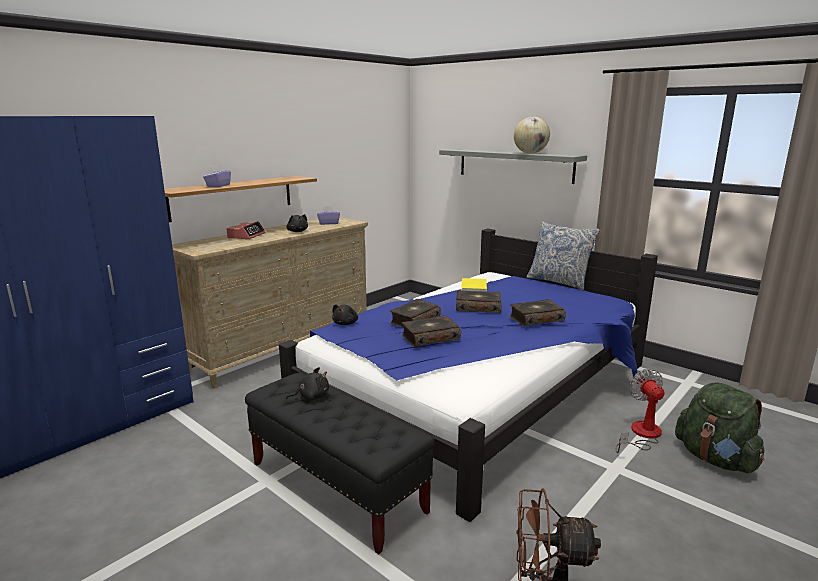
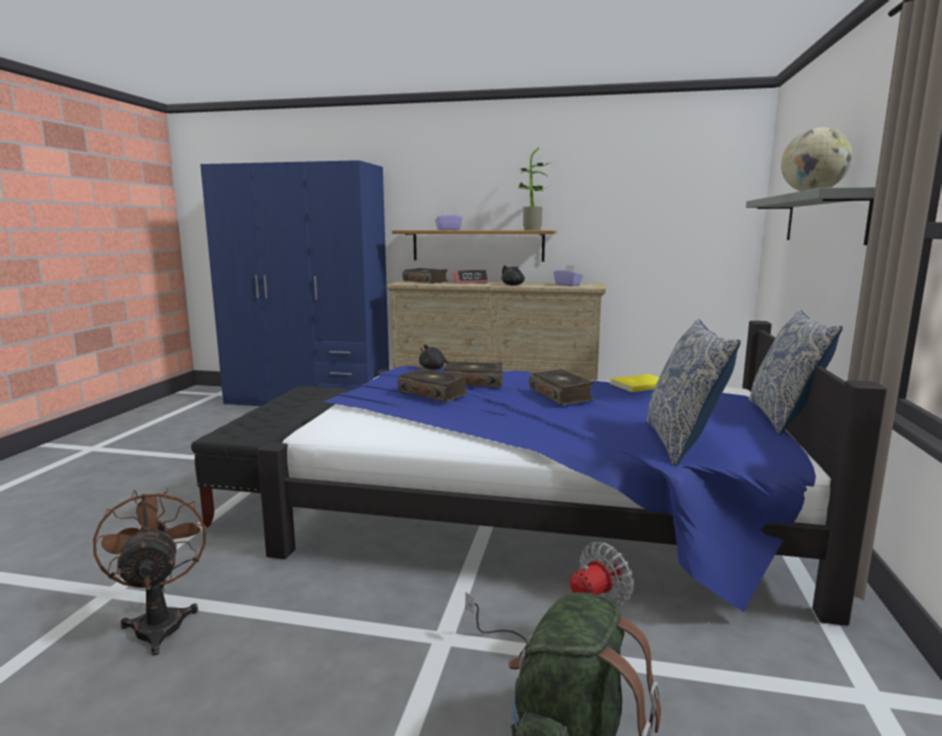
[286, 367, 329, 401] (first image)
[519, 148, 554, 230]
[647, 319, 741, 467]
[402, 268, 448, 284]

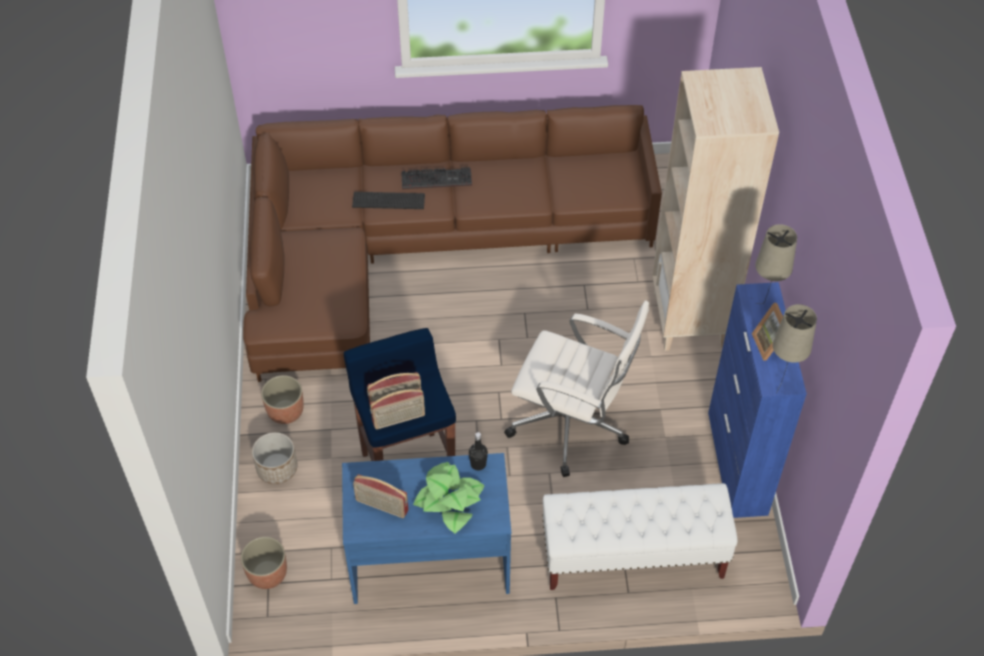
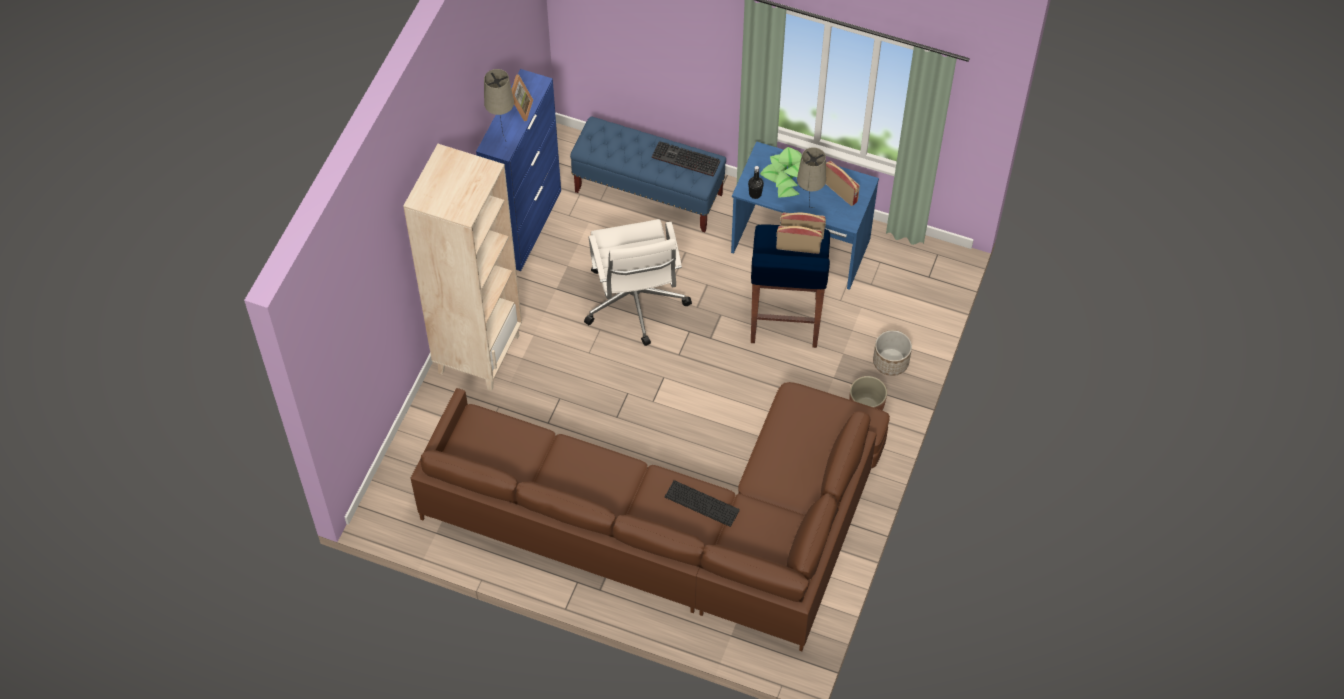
[241, 537, 287, 589] (first image)
[652, 141, 720, 177]
[797, 147, 826, 208]
[570, 117, 726, 232]
[584, 219, 692, 346]

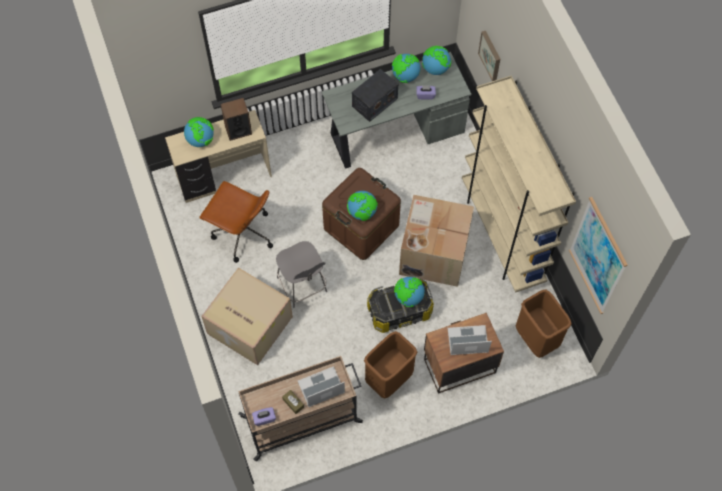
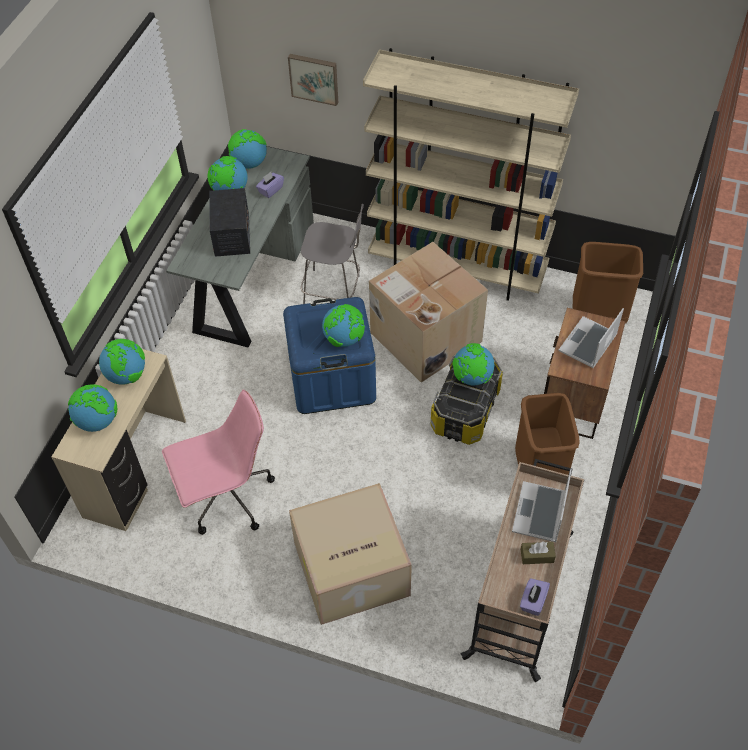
[569, 197, 628, 314] (first image)
[301, 204, 364, 304]
[99, 339, 145, 385]
[162, 389, 275, 535]
[283, 297, 376, 414]

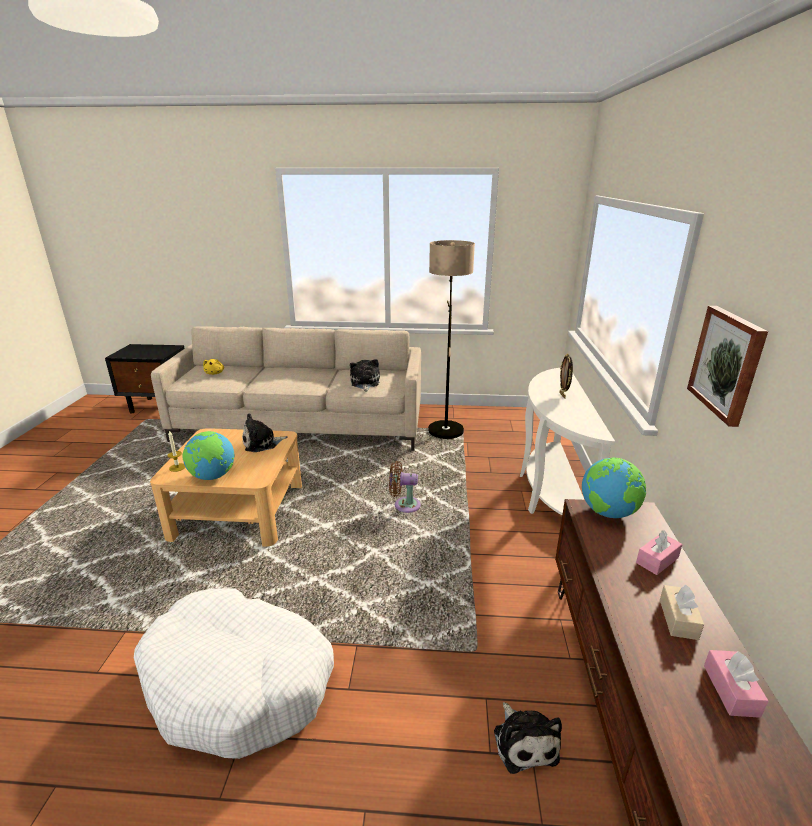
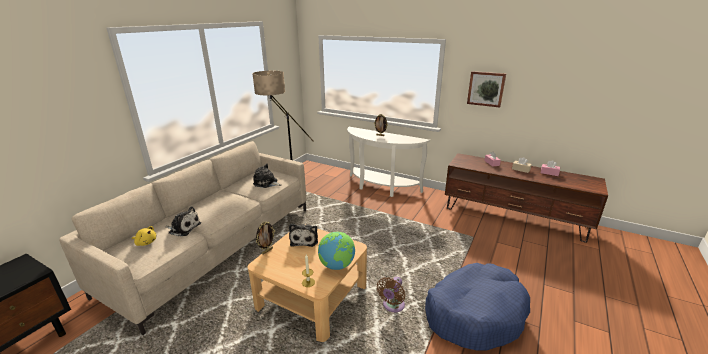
[582, 457, 646, 518] (first image)
[256, 222, 275, 255]
[377, 277, 405, 312]
[166, 206, 201, 236]
[425, 263, 530, 351]

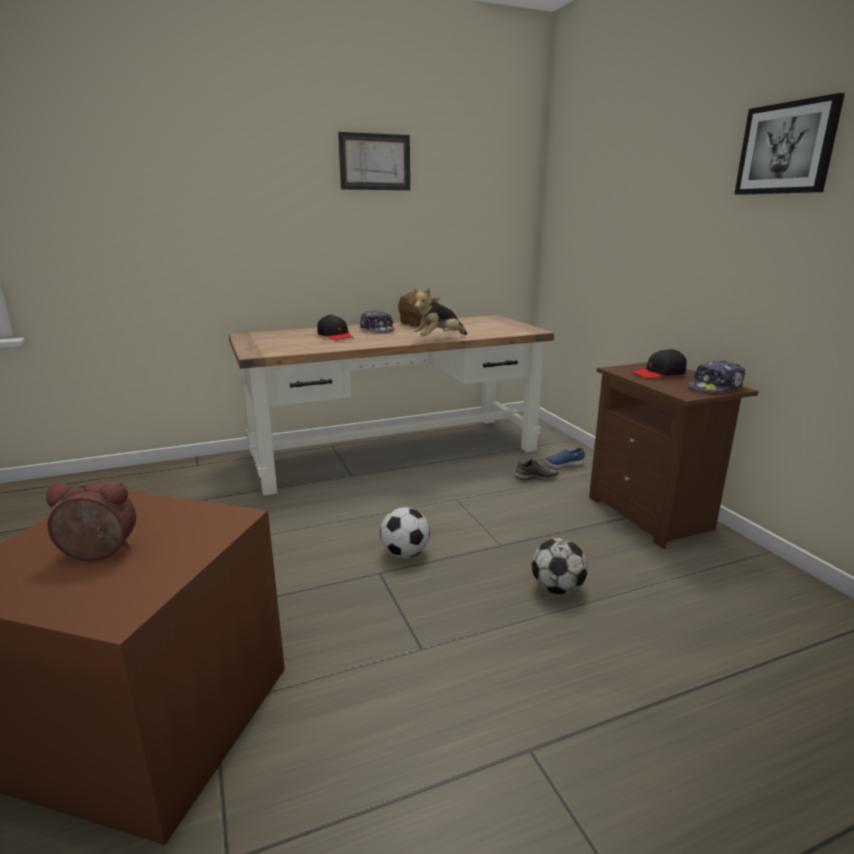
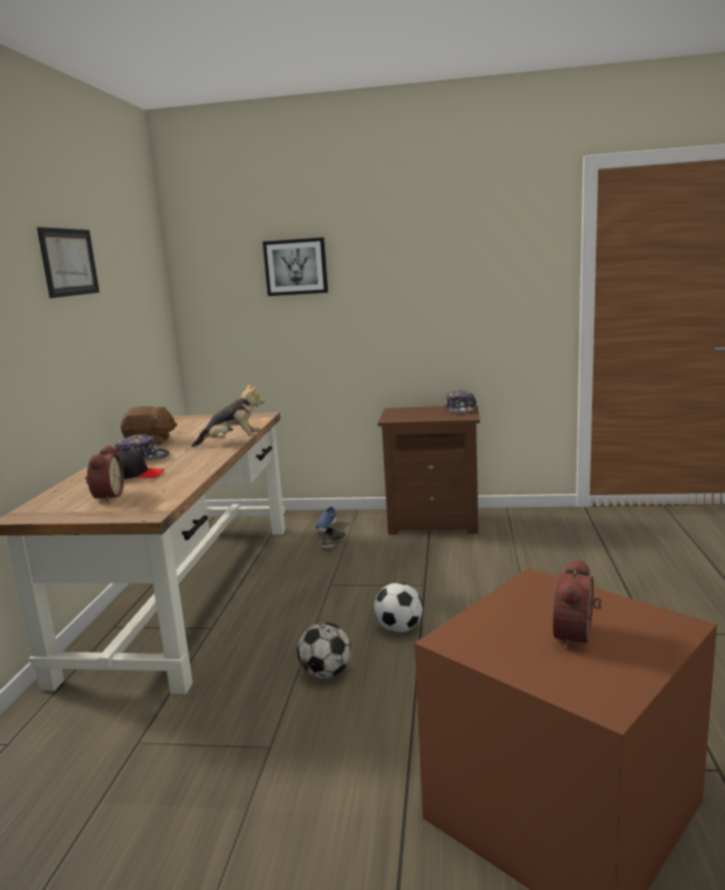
[632, 349, 687, 379] (first image)
[86, 445, 124, 503]
[297, 622, 351, 679]
[263, 237, 328, 296]
[192, 383, 265, 447]

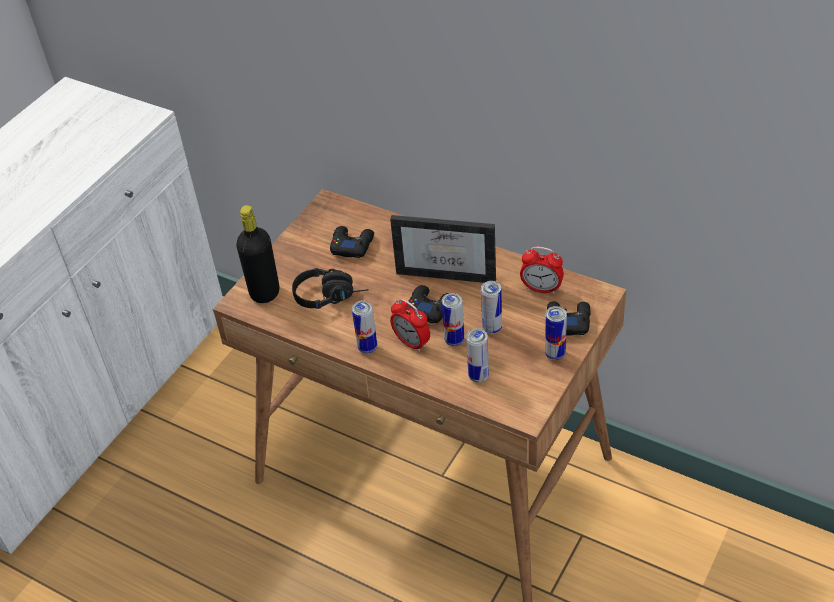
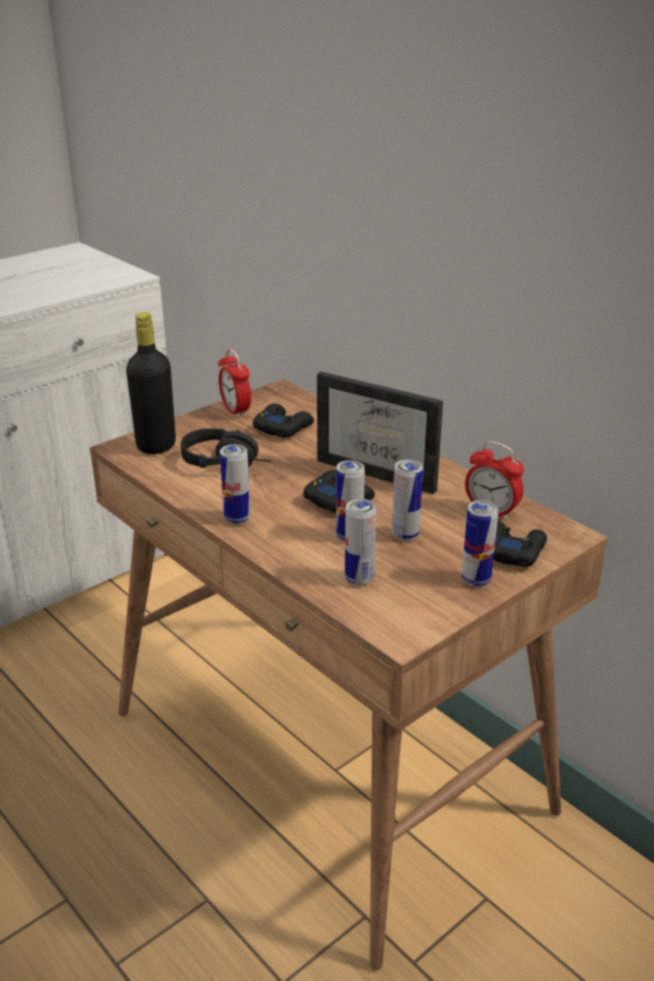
[218, 349, 251, 418]

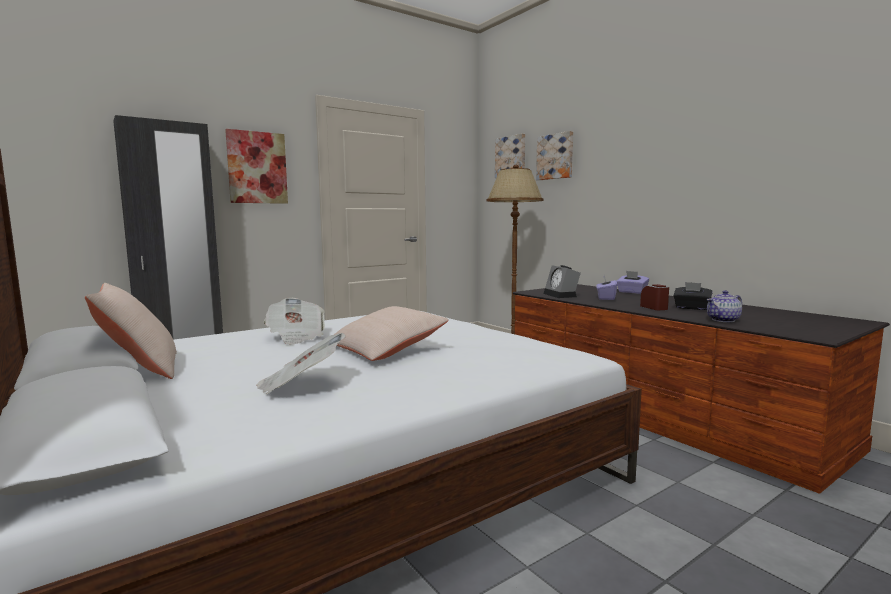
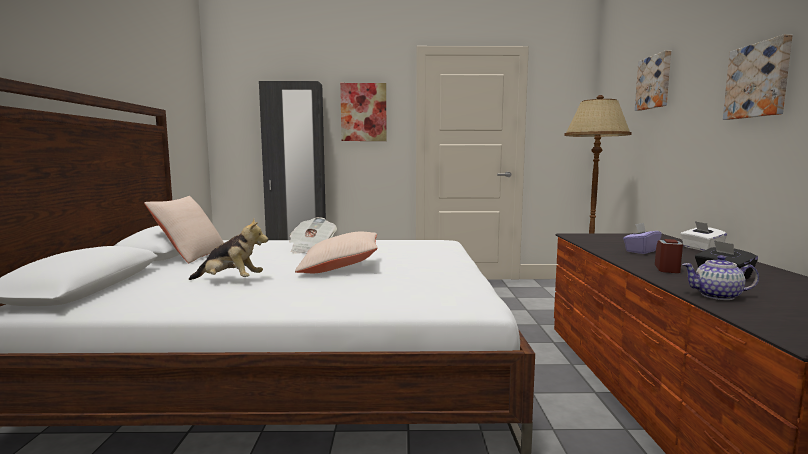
[544, 265, 581, 298] (first image)
[723, 34, 793, 120]
[189, 219, 268, 280]
[680, 221, 727, 251]

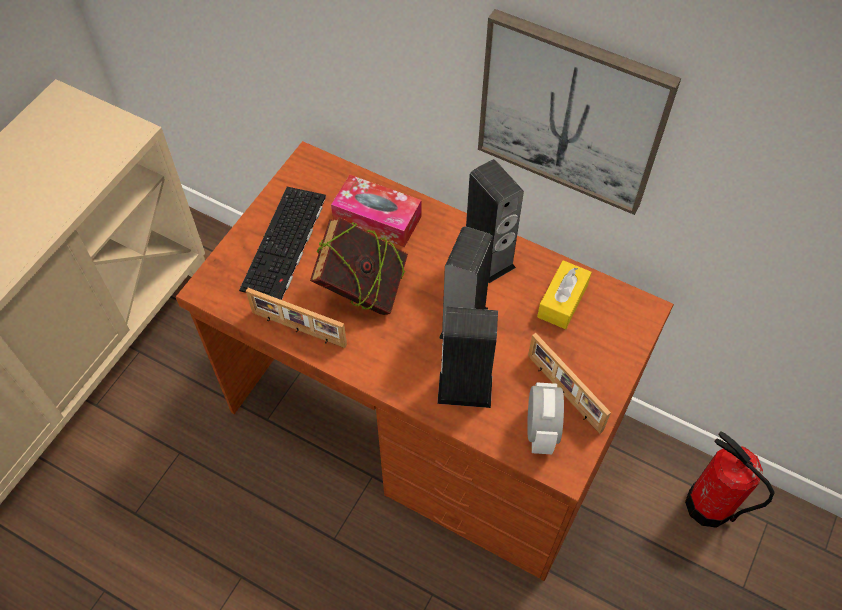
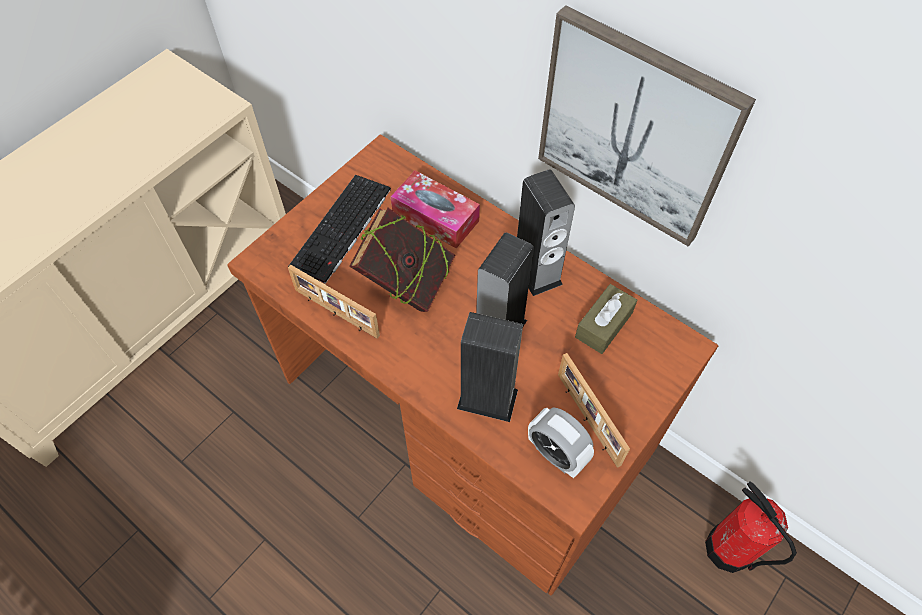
[575, 284, 637, 354]
[528, 408, 594, 478]

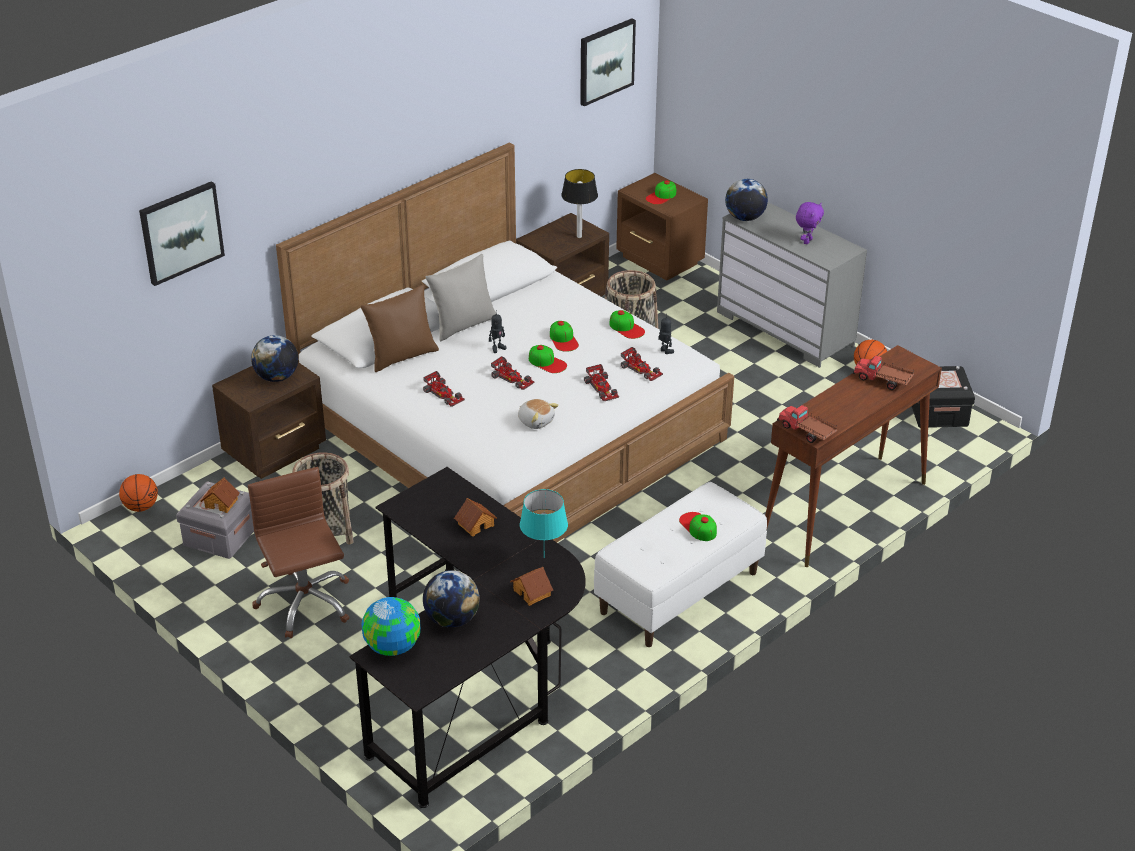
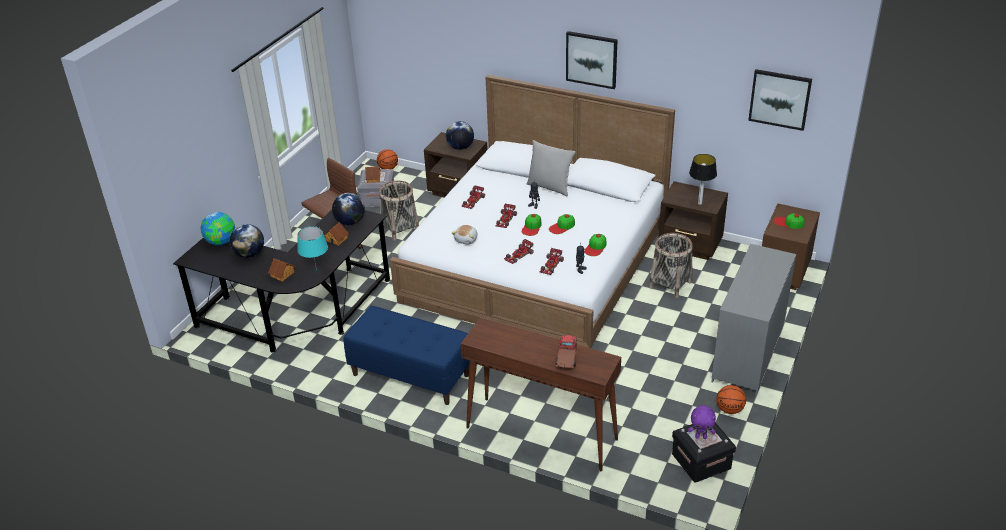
[361, 285, 439, 372] (first image)
[679, 512, 717, 541] (first image)
[777, 405, 837, 443] (first image)
[566, 31, 618, 89]
[332, 193, 365, 225]
[688, 405, 716, 439]
[344, 306, 469, 405]

